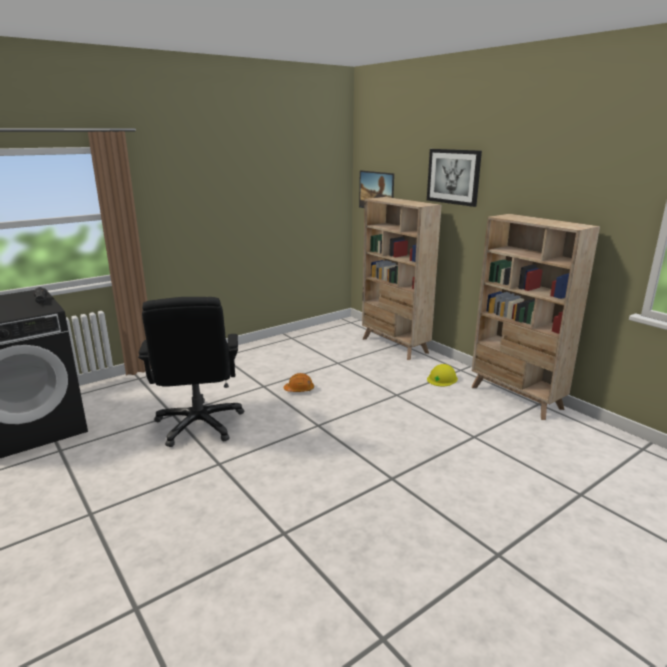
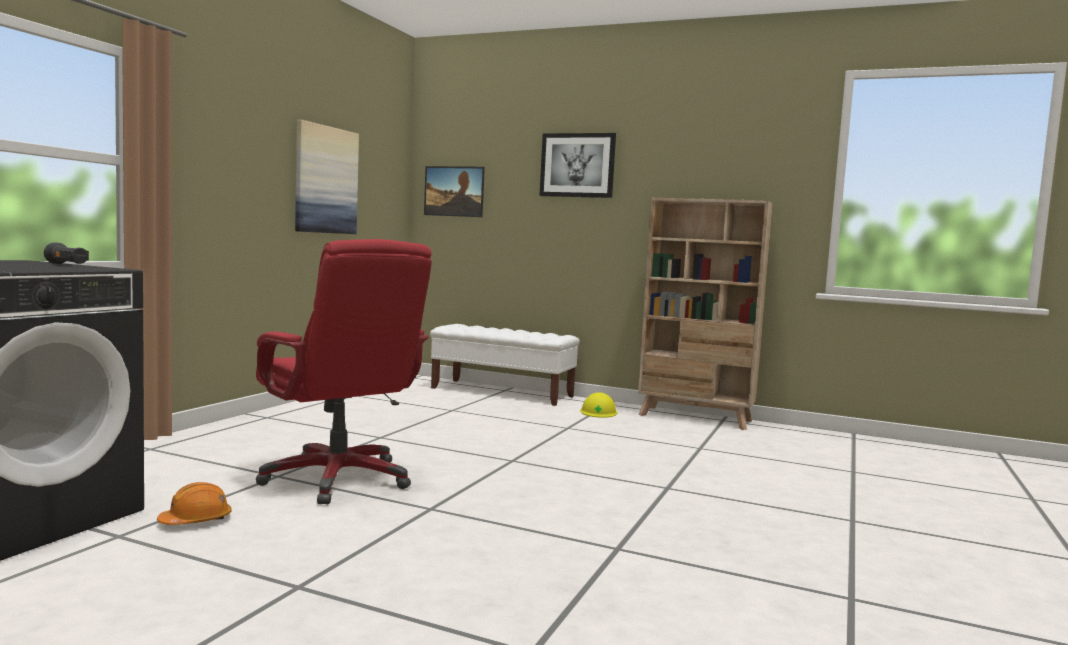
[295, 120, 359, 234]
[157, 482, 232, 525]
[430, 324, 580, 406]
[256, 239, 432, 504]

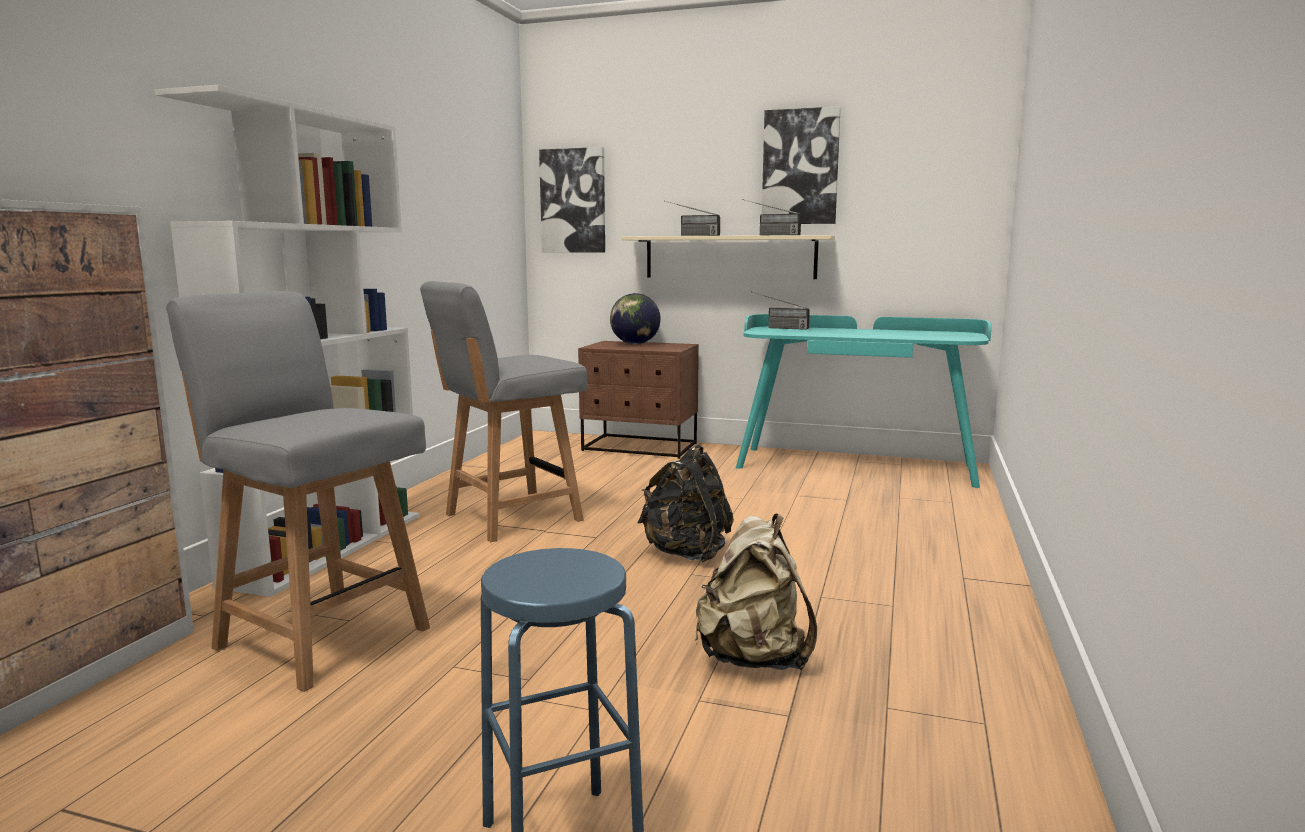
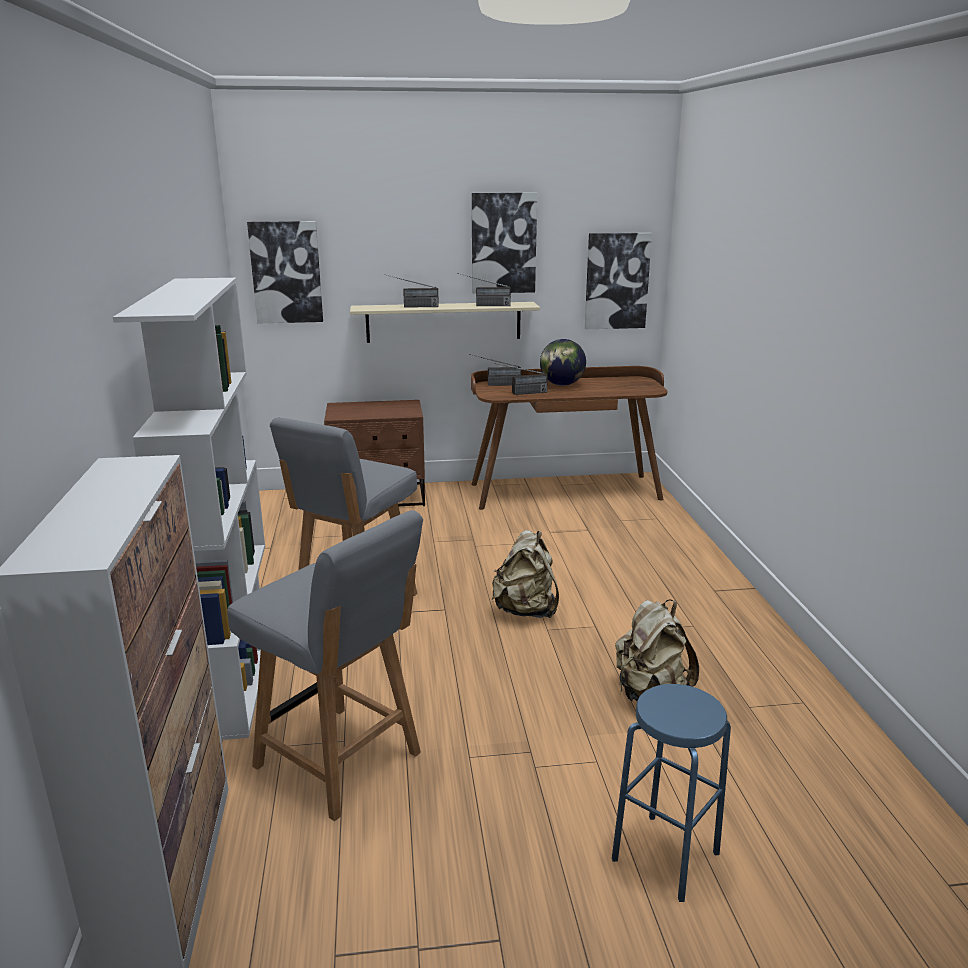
[494, 363, 548, 395]
[585, 233, 652, 329]
[540, 339, 586, 386]
[492, 530, 559, 618]
[471, 366, 668, 510]
[227, 510, 423, 821]

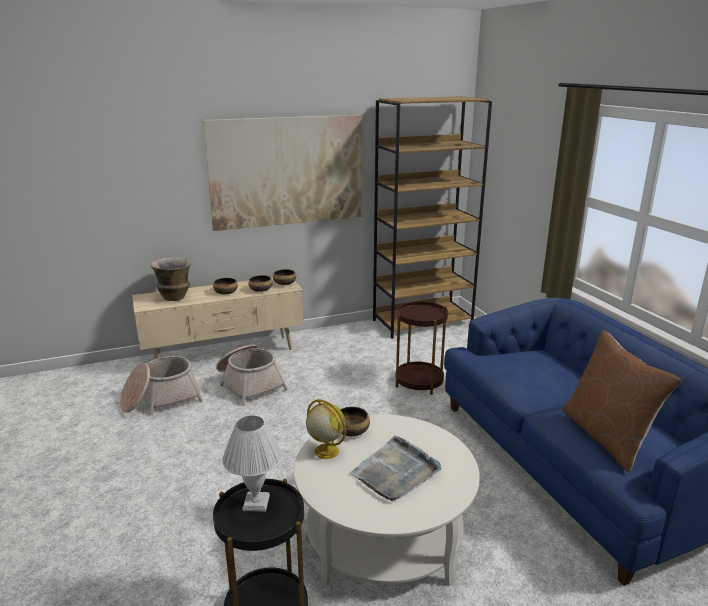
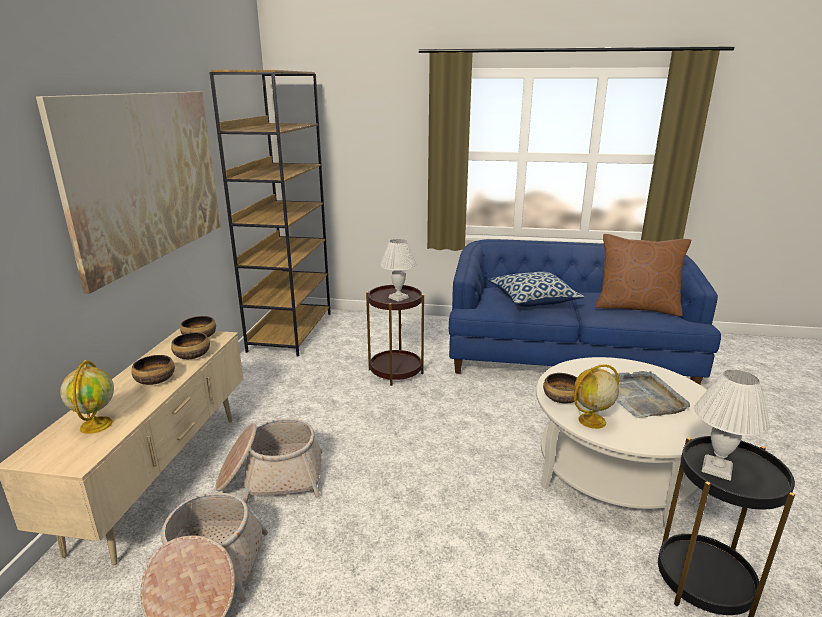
[380, 239, 416, 302]
[488, 272, 584, 307]
[60, 360, 114, 434]

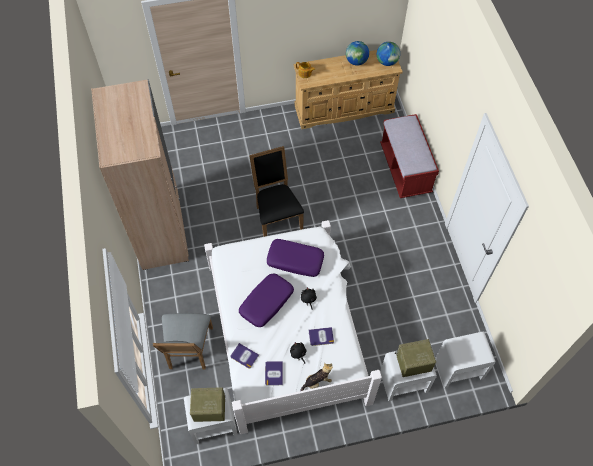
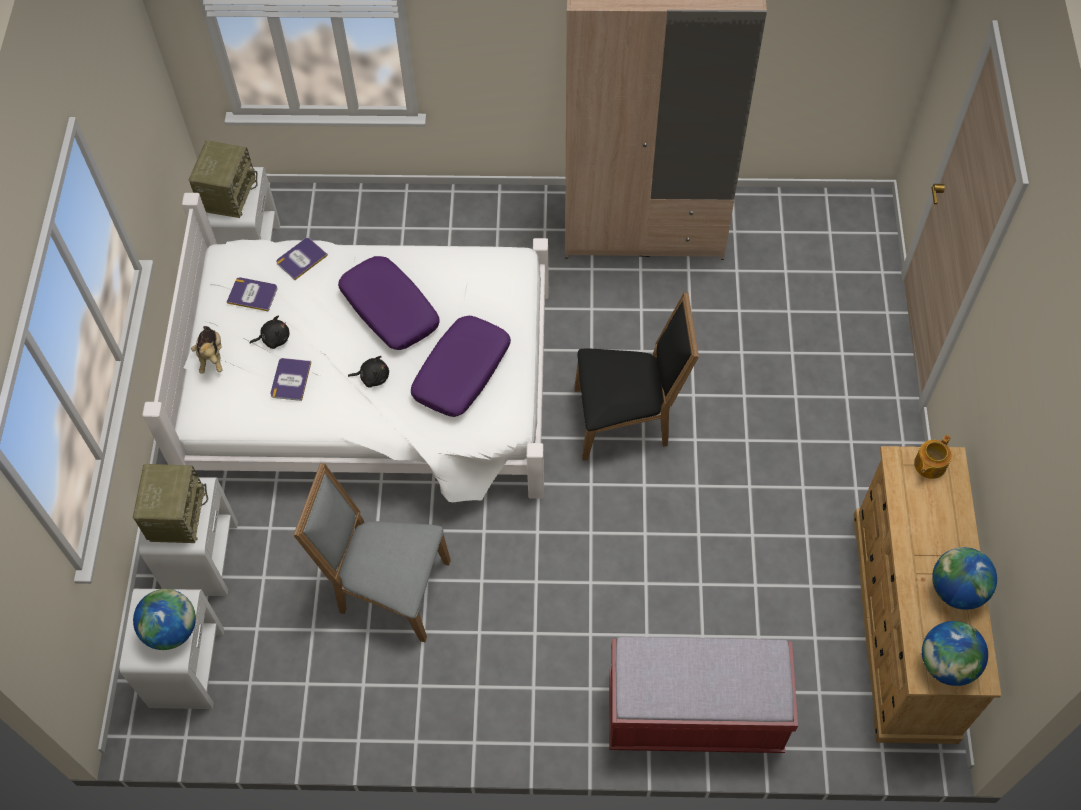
[133, 589, 196, 650]
[293, 463, 451, 642]

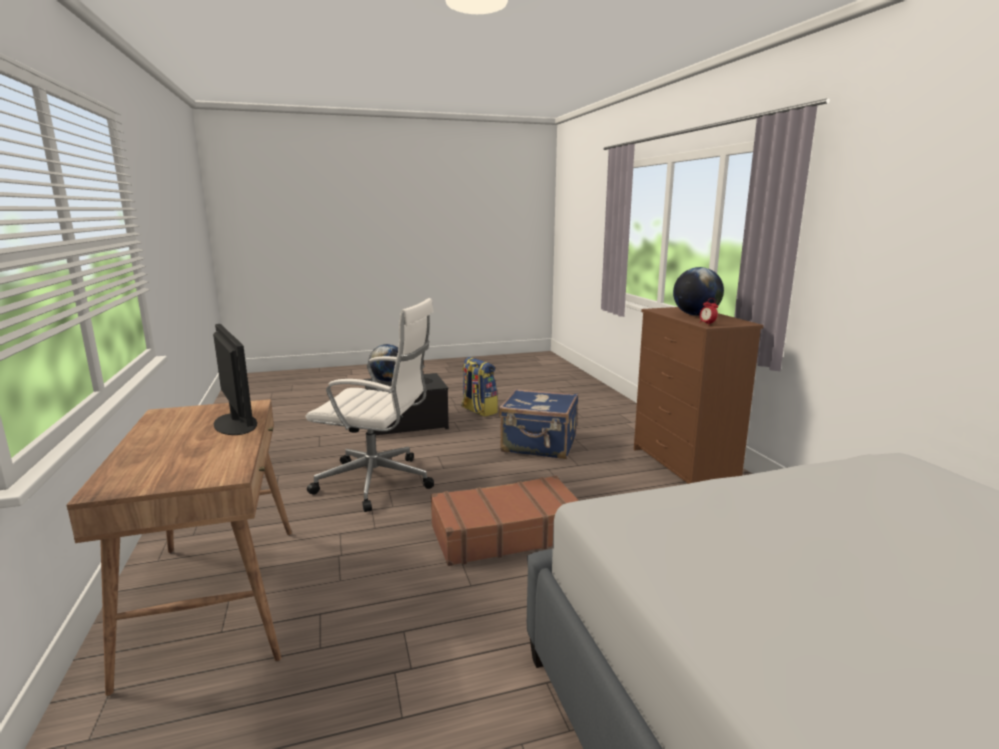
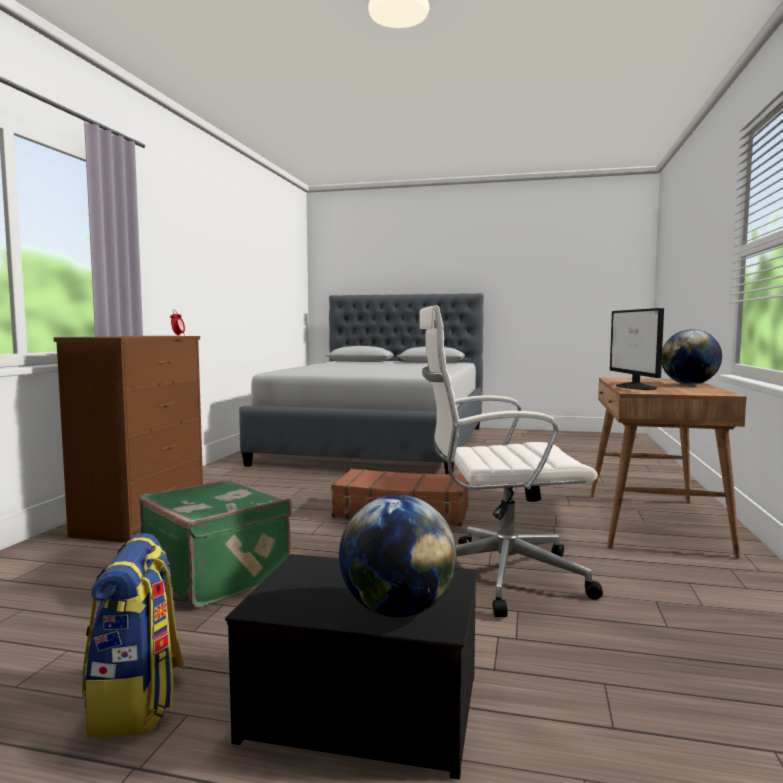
[662, 329, 722, 385]
[139, 479, 292, 607]
[419, 305, 603, 617]

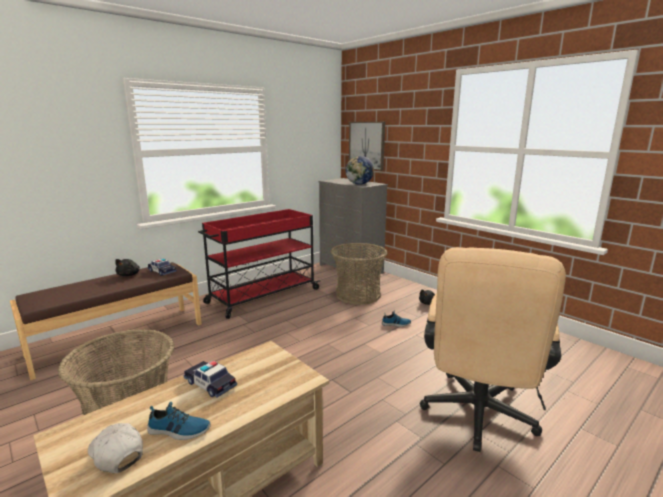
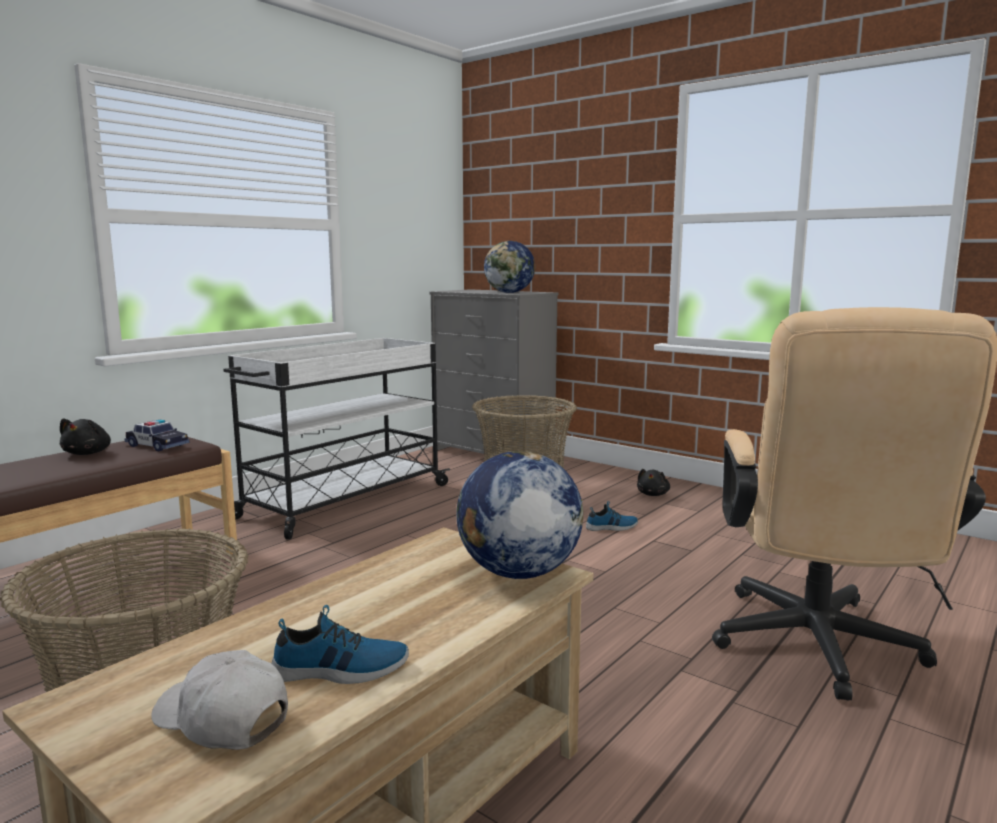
[184, 361, 237, 398] (first image)
[349, 122, 385, 171] (first image)
[456, 451, 583, 579]
[223, 338, 450, 540]

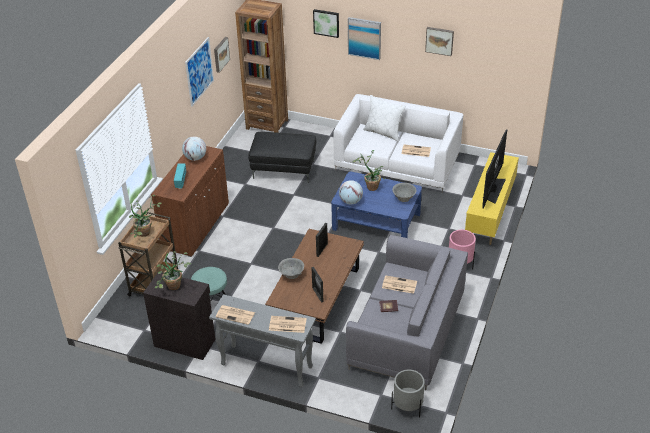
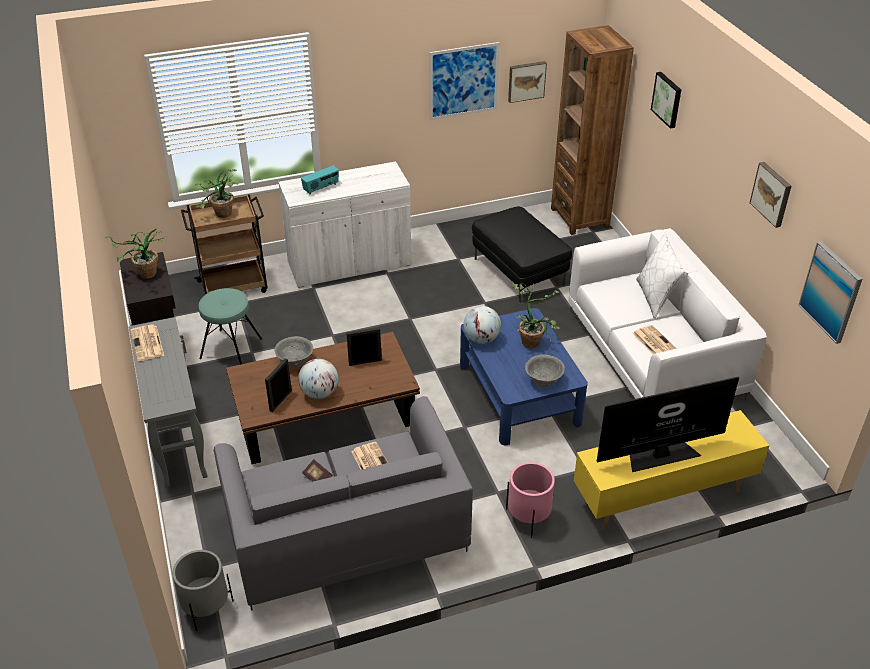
[269, 316, 307, 333] (first image)
[298, 359, 338, 399]
[798, 241, 862, 344]
[279, 162, 411, 288]

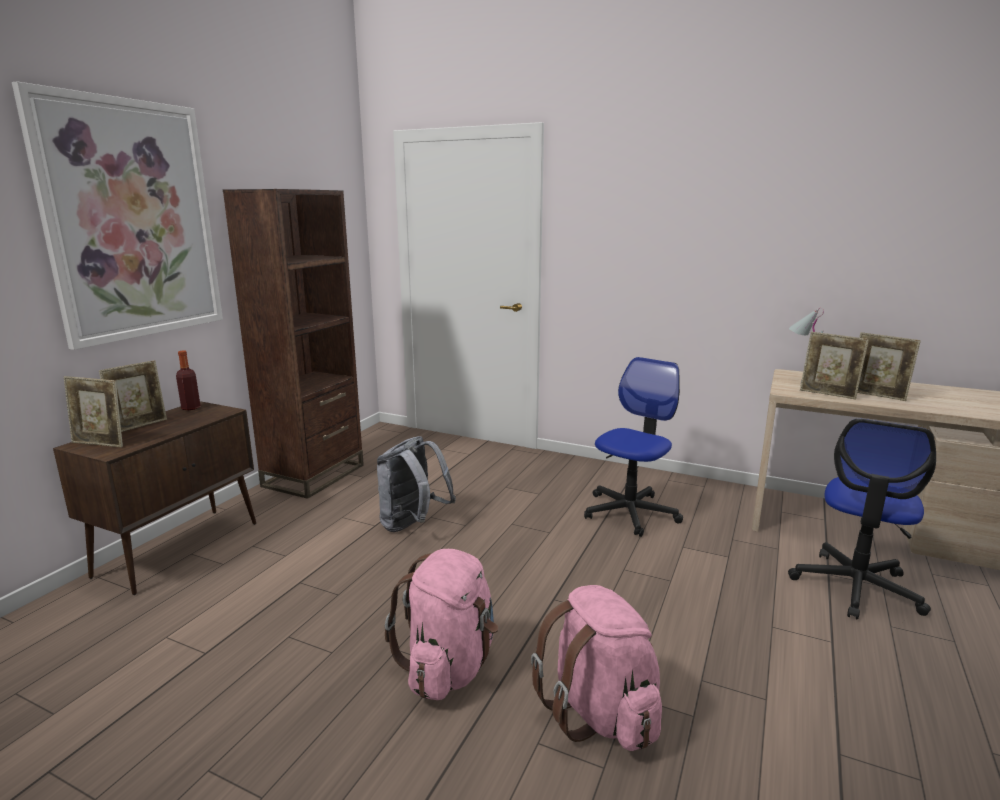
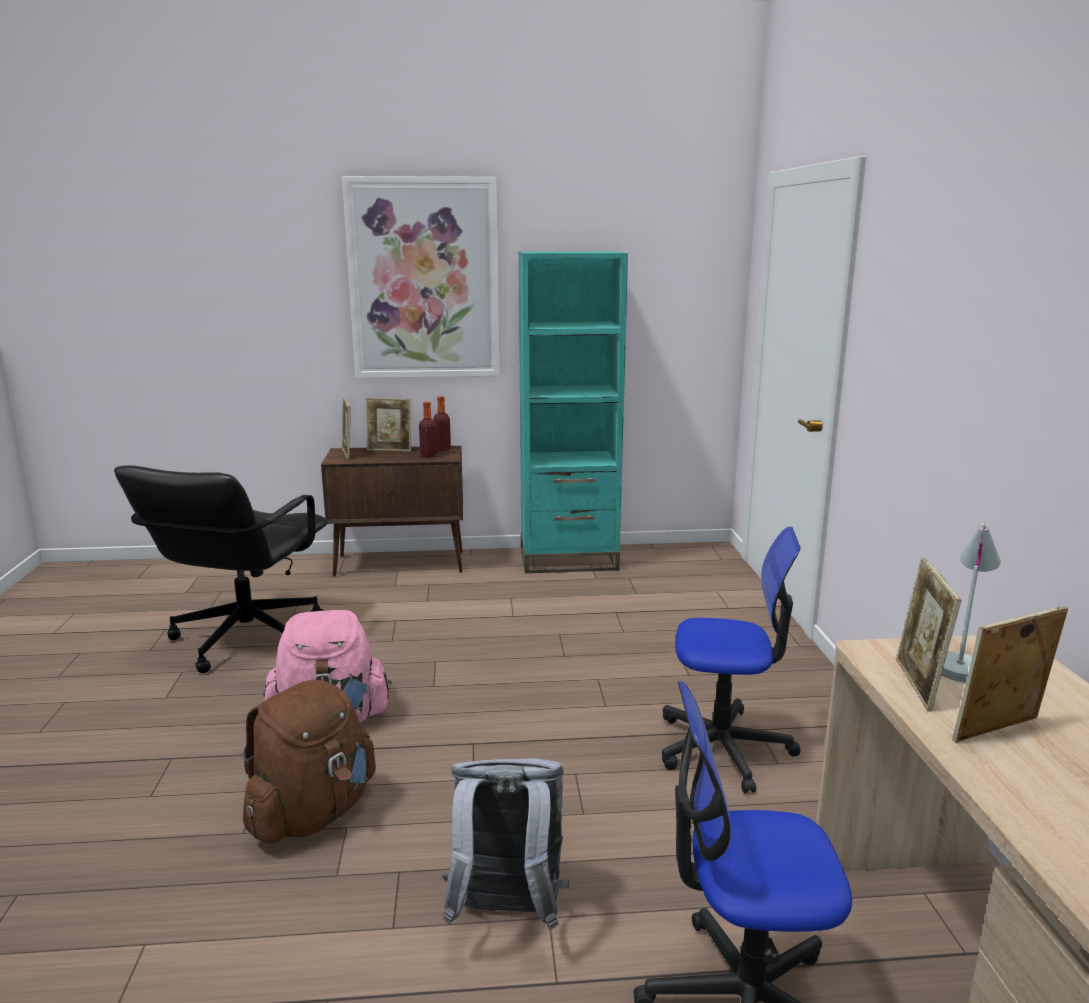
[114, 465, 328, 673]
[419, 402, 438, 458]
[442, 758, 569, 930]
[519, 251, 628, 573]
[242, 680, 376, 844]
[952, 605, 1068, 742]

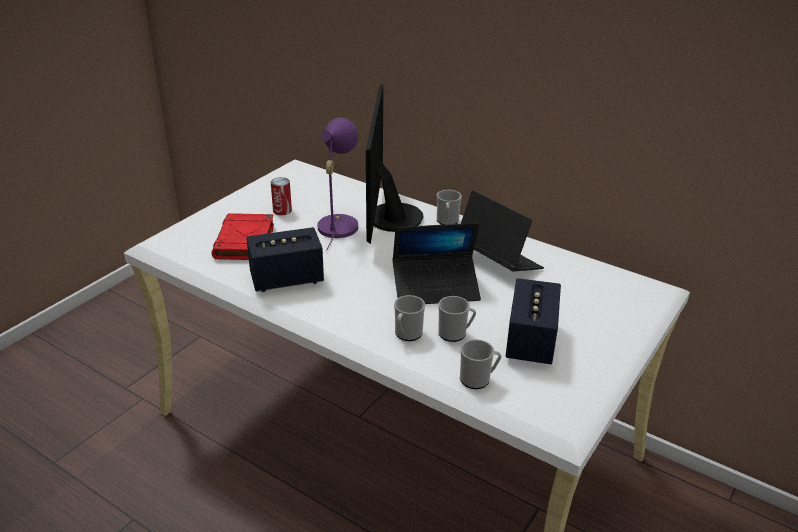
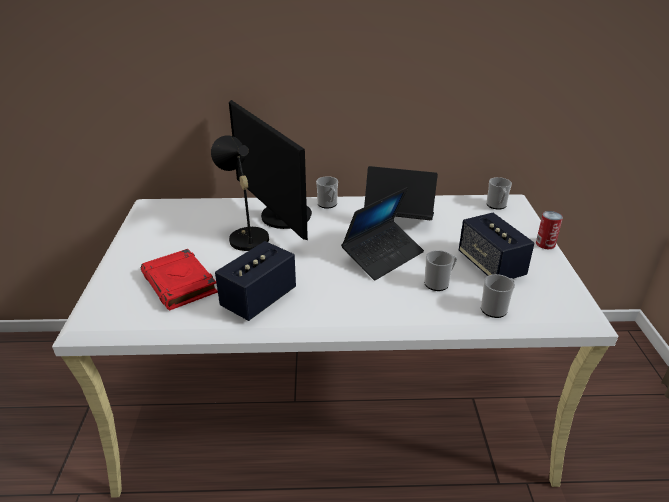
[536, 211, 563, 249]
[486, 177, 512, 210]
[211, 135, 269, 251]

